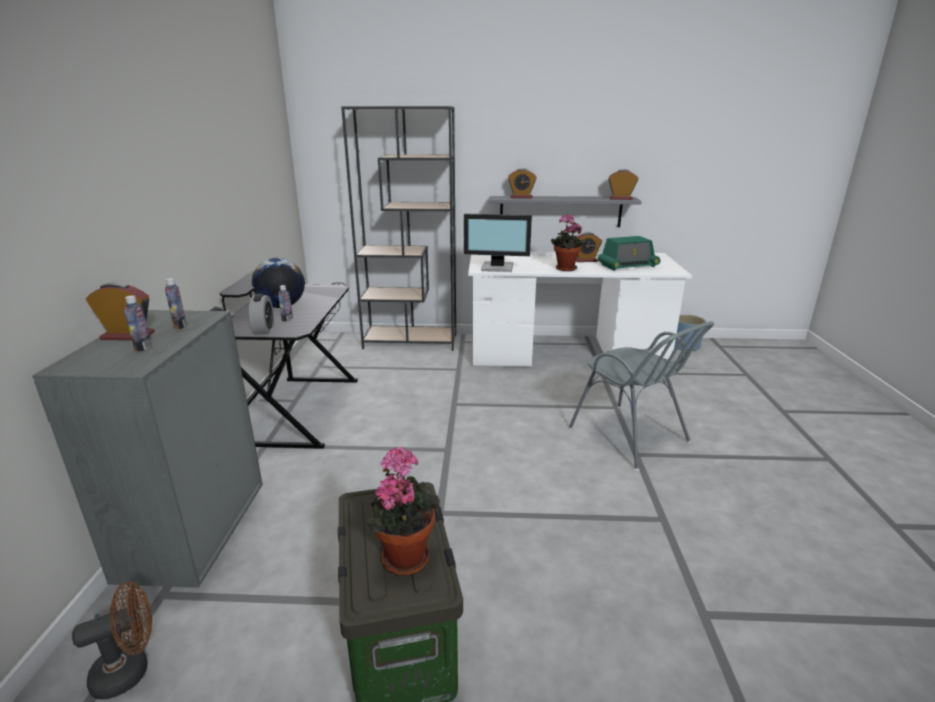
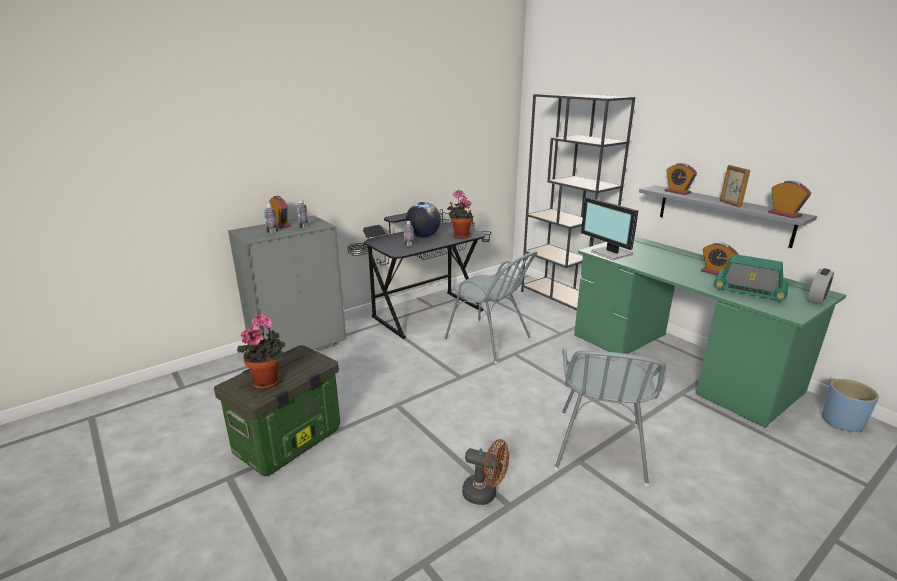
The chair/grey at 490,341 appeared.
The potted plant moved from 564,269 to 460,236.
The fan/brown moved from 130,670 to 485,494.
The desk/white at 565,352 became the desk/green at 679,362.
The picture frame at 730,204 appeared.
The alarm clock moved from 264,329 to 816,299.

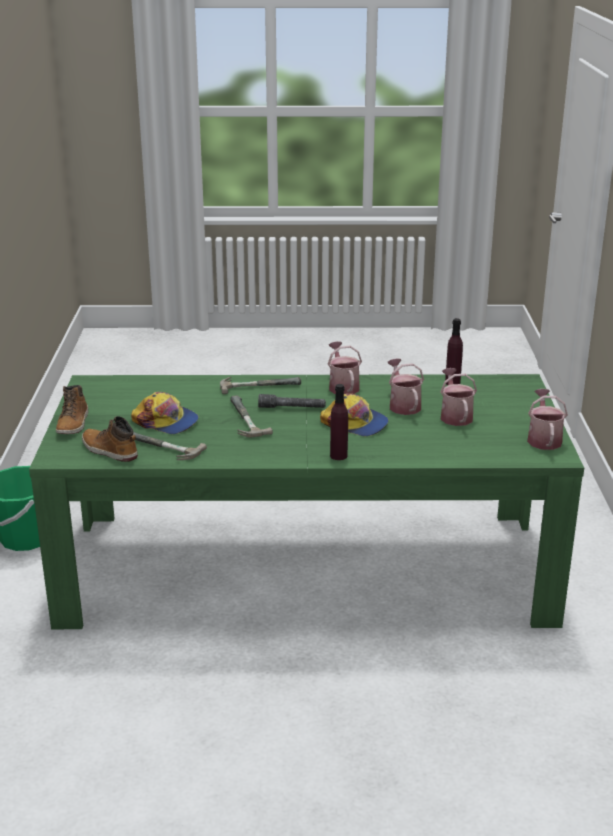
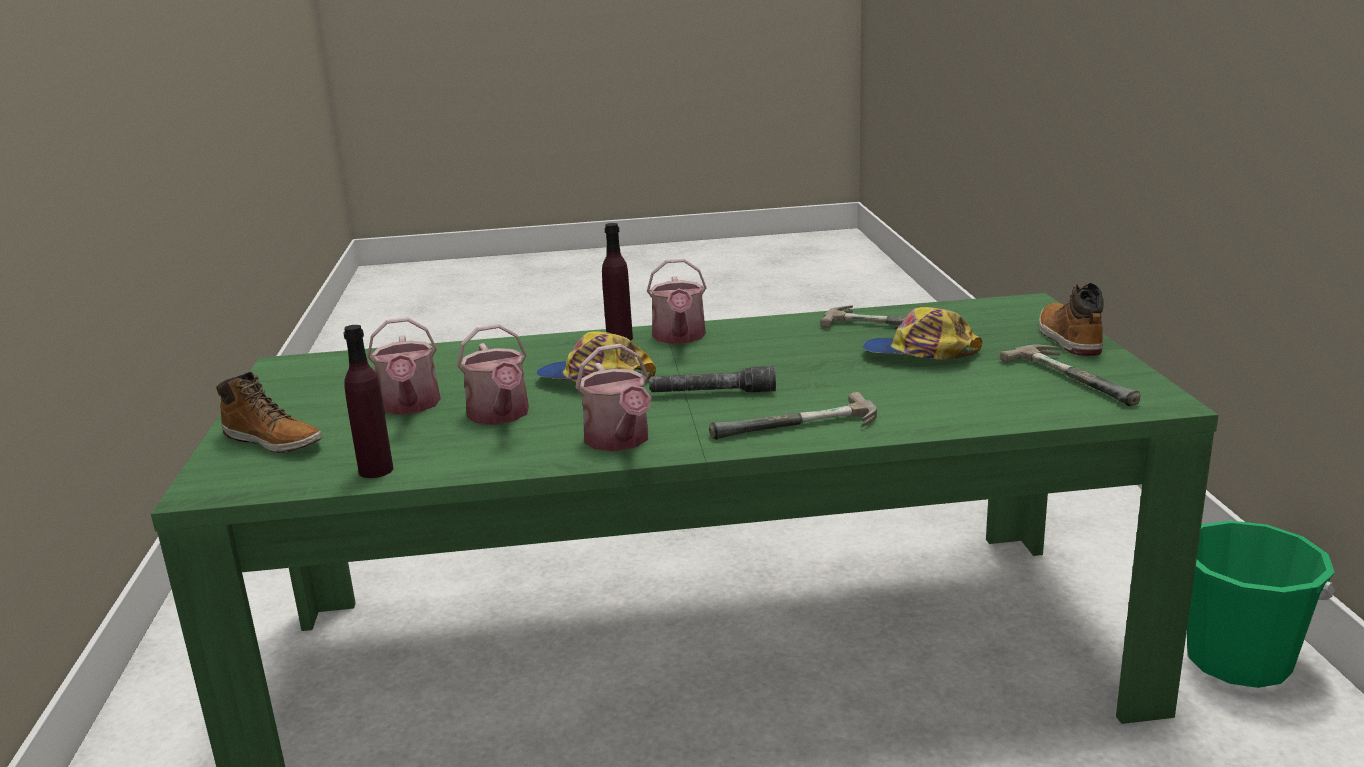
The boot moved from 109,451 to 274,440.
The watering can moved from 543,439 to 679,338.
The hammer moved from 241,420 to 1079,377.

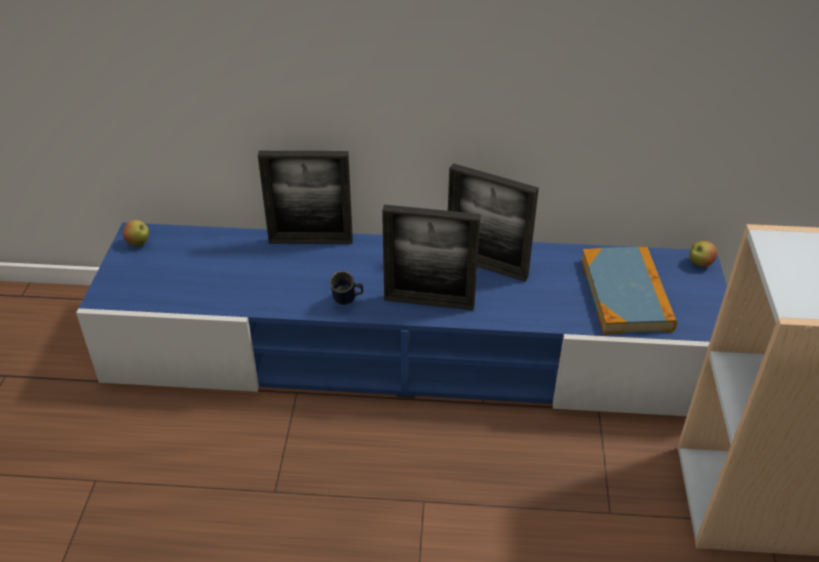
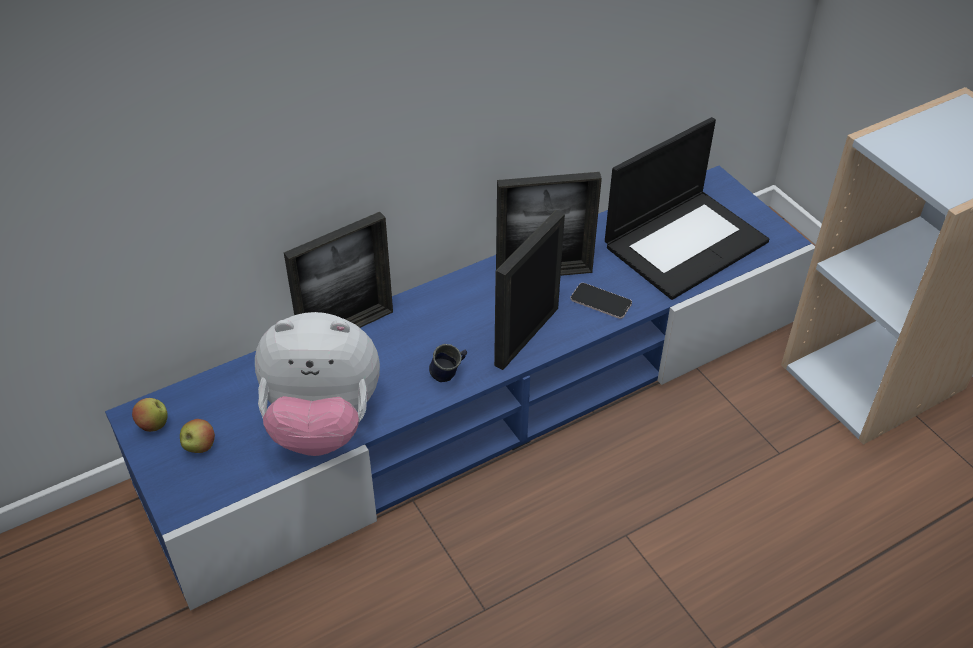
The apple moved from 699,263 to 199,447.
The plush toy at 322,423 appeared.
The picture frame at 429,302 turned 150 degrees clockwise.
The phone at 601,301 appeared.
The book at 626,294 was replaced by the laptop at 685,242.

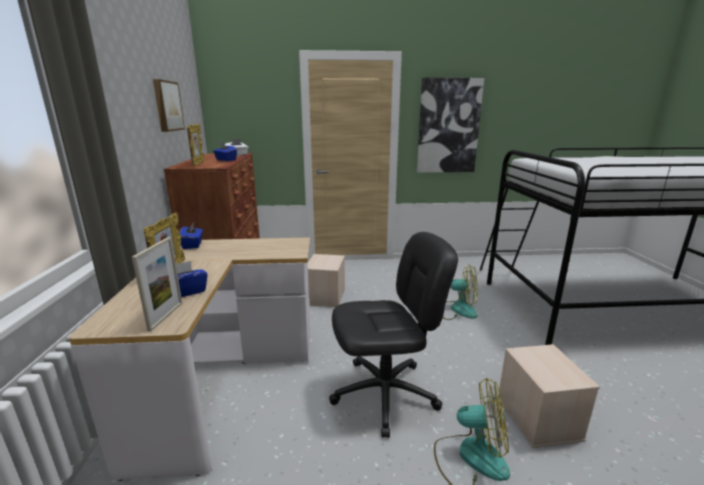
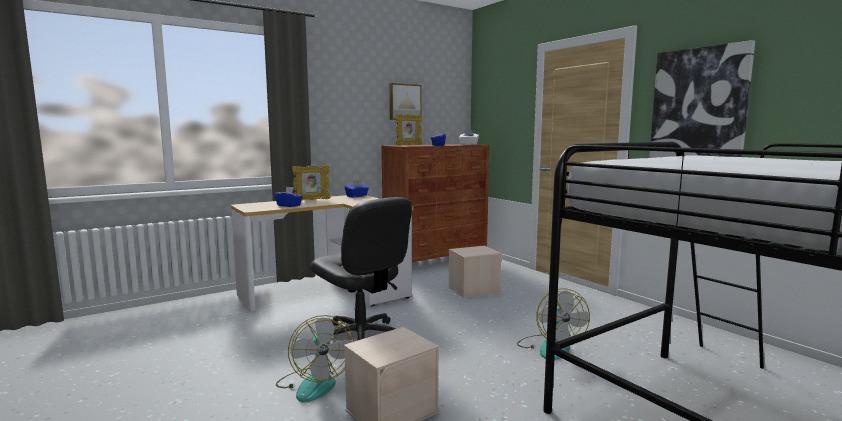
The picture frame at 166,316 disappeared.

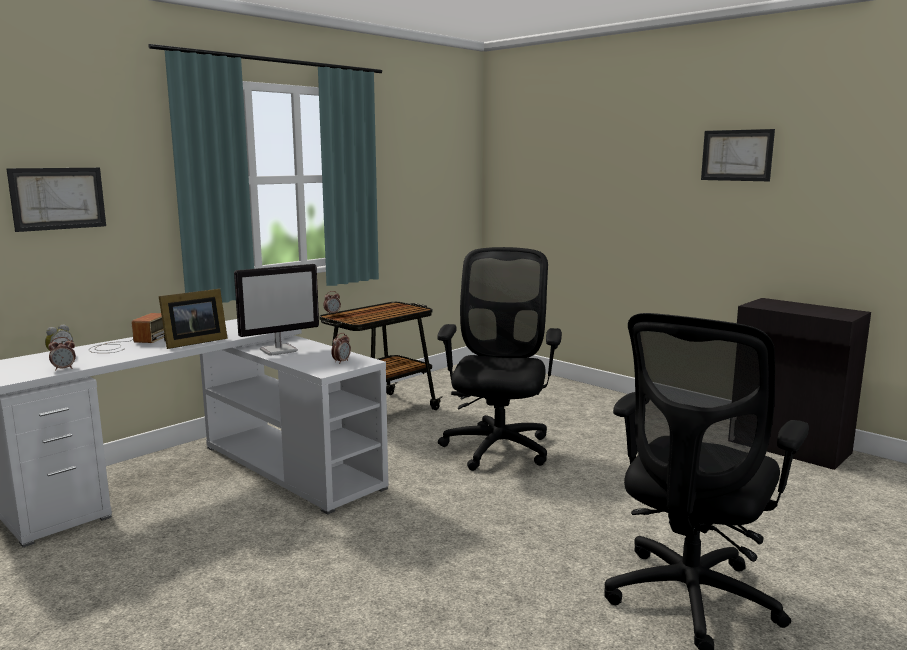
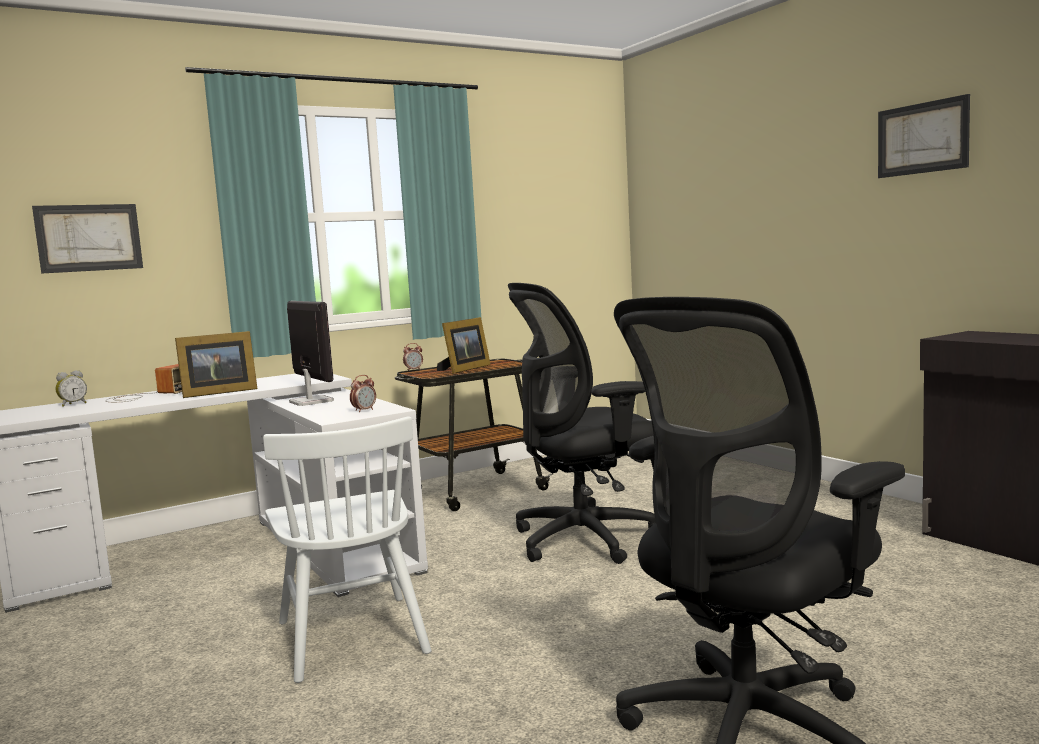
The chair/white at 352,636 appeared.
The monitor at 279,350 turned 105 degrees counterclockwise.
The picture frame at 464,369 appeared.
The office chair/black at 498,451 turned 135 degrees counterclockwise.
The alarm clock at 64,369 disappeared.

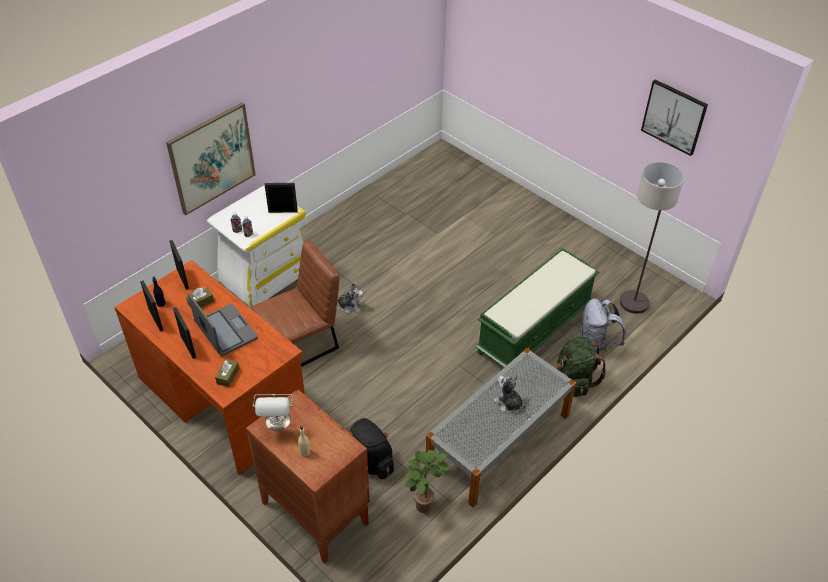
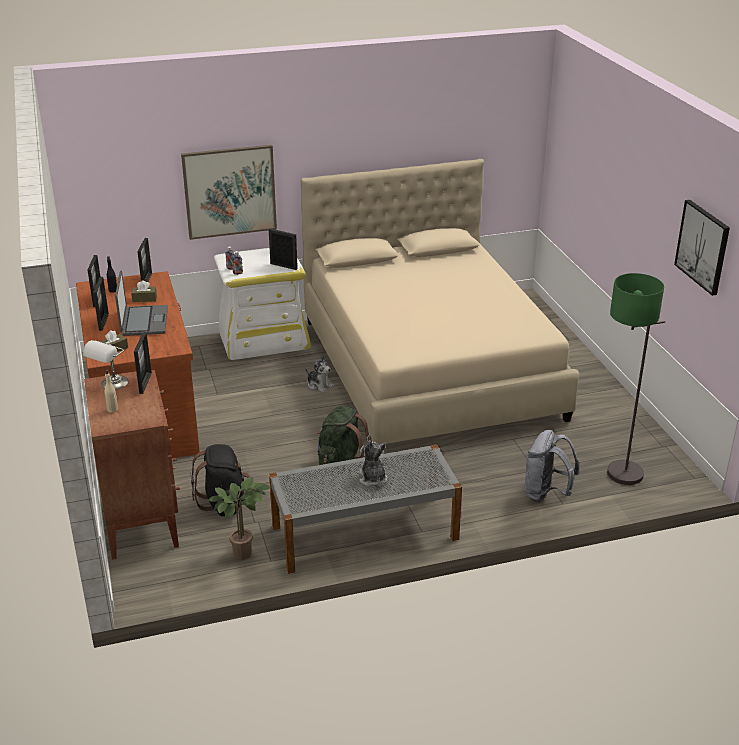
The picture frame at 145,383 appeared.
The bed/beige at 429,368 appeared.
The backpack/green moved from 574,380 to 341,461.
The floor lamp/grey at 629,307 became the floor lamp/green at 615,476.
The chair/brown at 301,344 disappeared.
The bench/green at 534,328 disappeared.

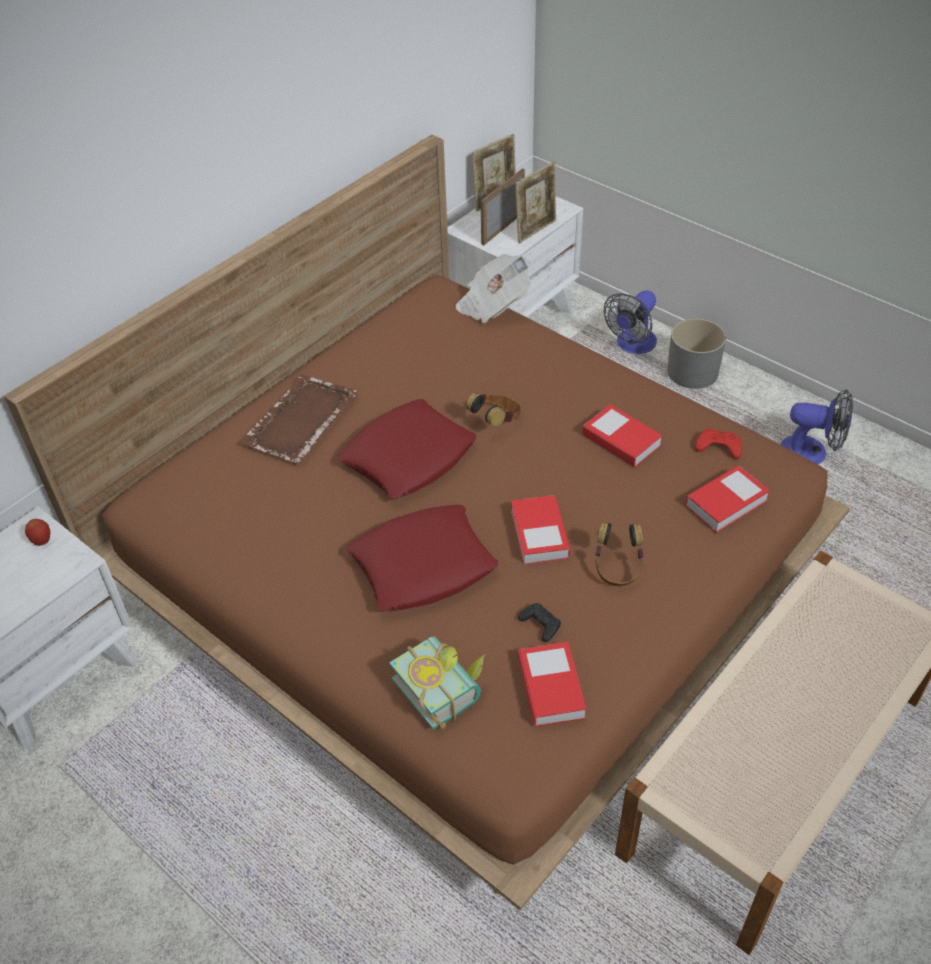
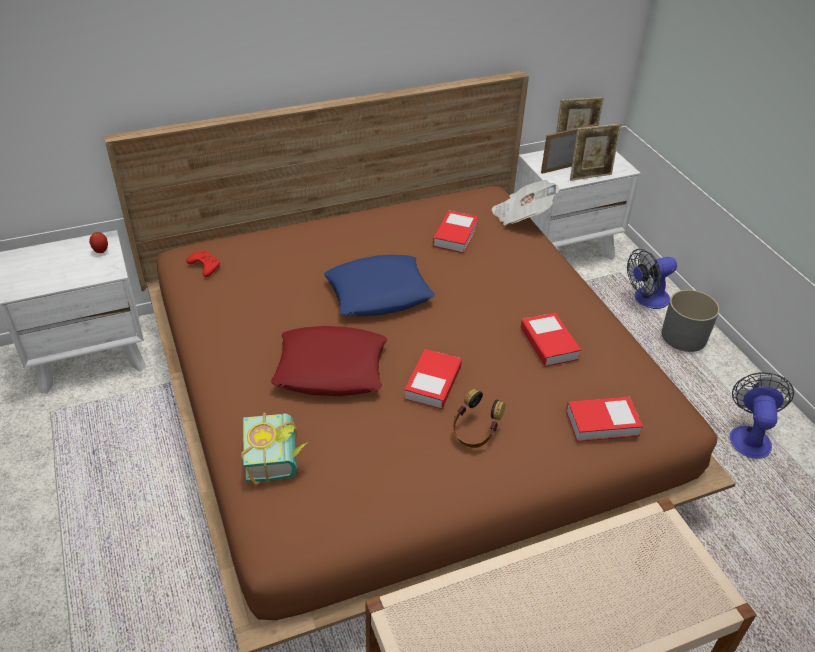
The game controller/red moved from 718,446 to 205,266.
The pillow/red at 408,457 became the pillow/blue at 379,293.
The book moved from 551,688 to 455,235.
The fan at 812,452 turned 120 degrees counterclockwise.
The tray/brown at 300,422 disappeared.
The headphones at 496,421 disappeared.
The game controller/black at 540,625 disappeared.

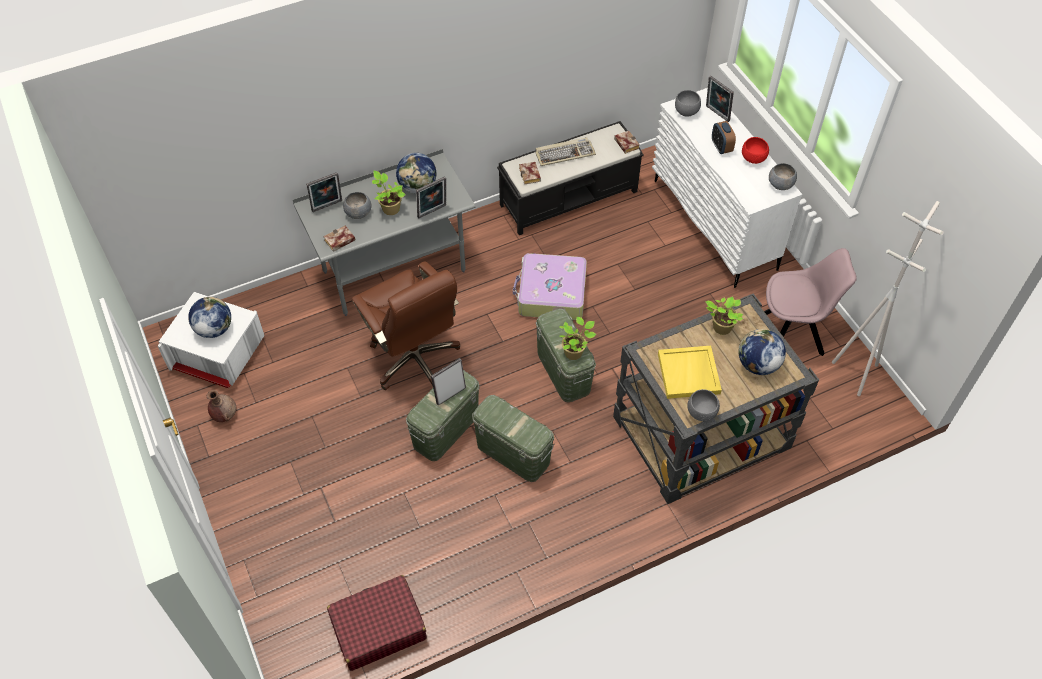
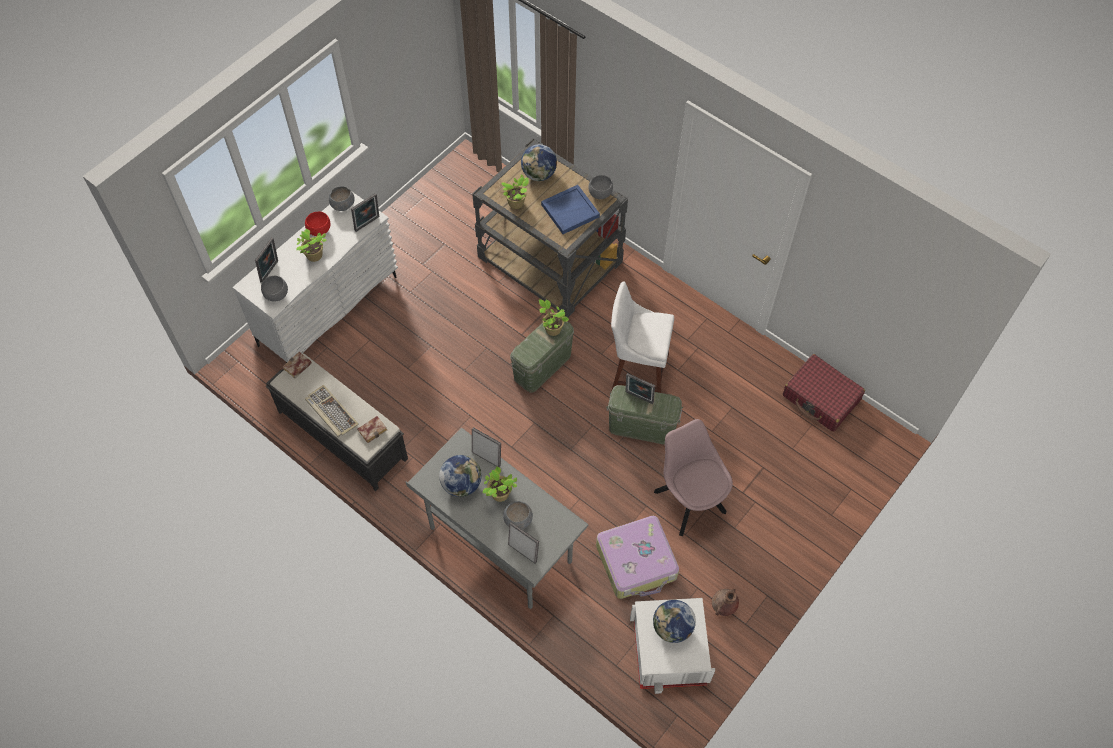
The alarm clock at 721,147 was replaced by the potted plant at 314,256.
The picture frame at 368,224 appeared.
The tray/yellow at 689,374 became the tray/blue at 570,210.
The suitcase moved from 551,294 to 637,562.
The storage box/green at 513,453 was replaced by the chair/white at 636,371.
The chair/pink moved from 791,335 to 689,501.
The book at 339,241 disappeared.
The office chair/brown at 413,357 disappeared.
The clothes rack/grey at 856,374 disappeared.

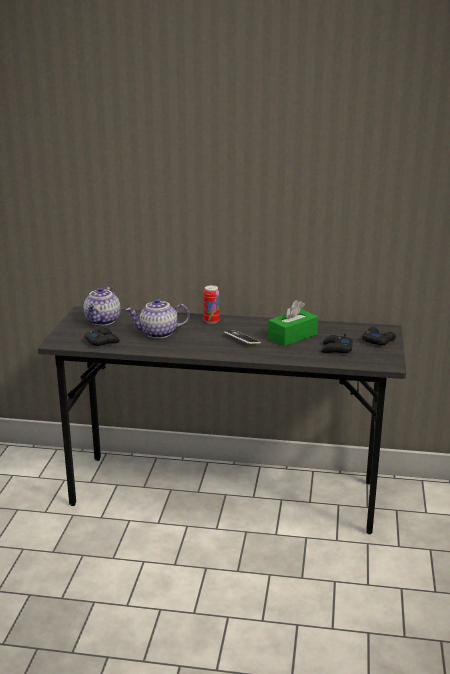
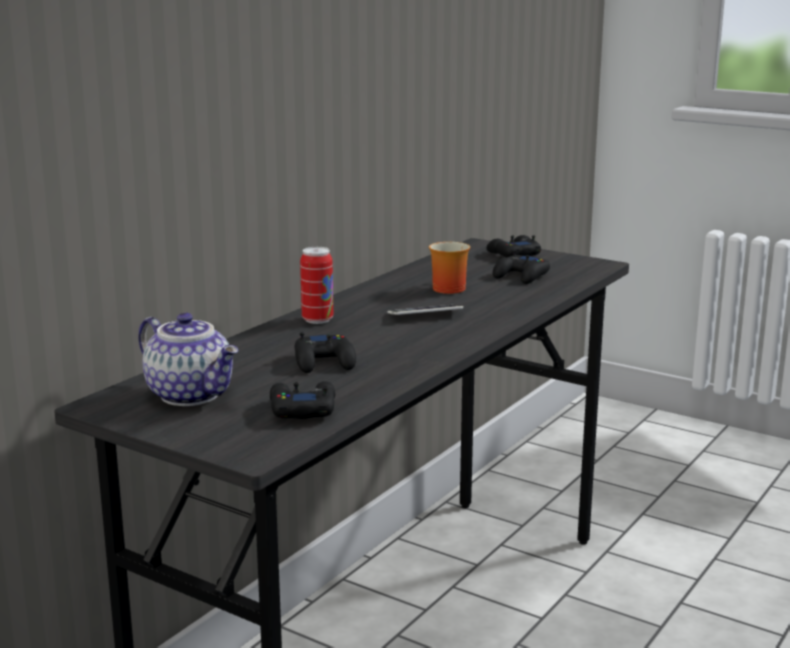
The teapot at 158,334 was replaced by the game controller/black at 324,362.
The tissue box/green at 292,336 was replaced by the mug at 447,287.

